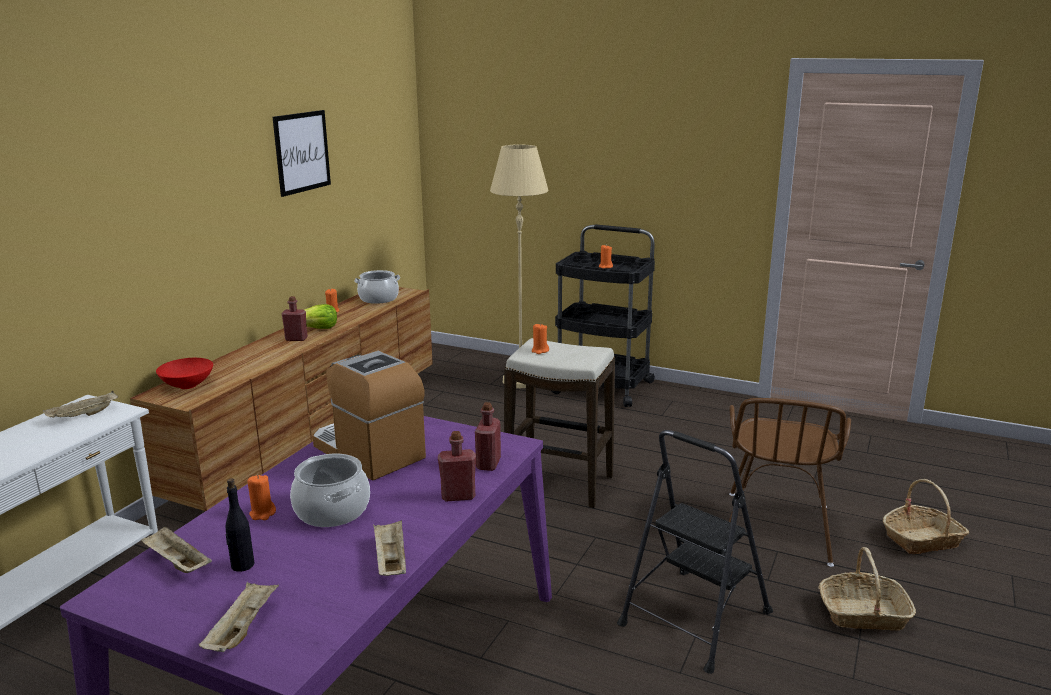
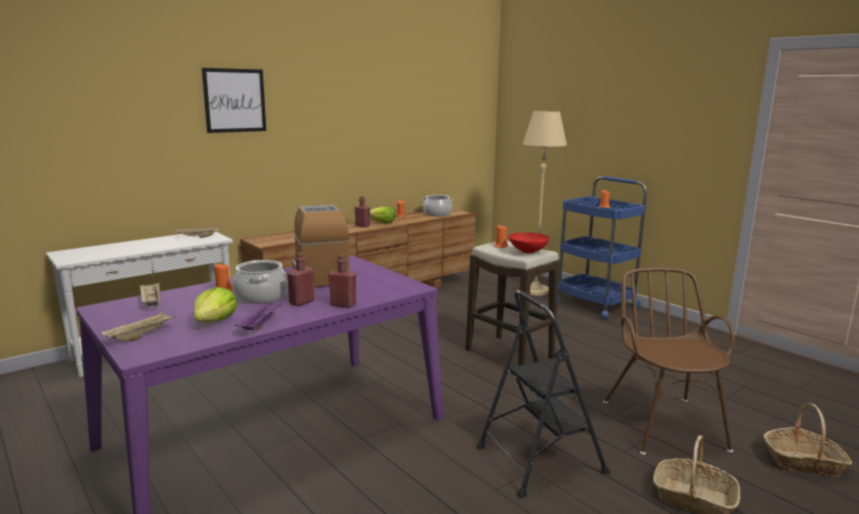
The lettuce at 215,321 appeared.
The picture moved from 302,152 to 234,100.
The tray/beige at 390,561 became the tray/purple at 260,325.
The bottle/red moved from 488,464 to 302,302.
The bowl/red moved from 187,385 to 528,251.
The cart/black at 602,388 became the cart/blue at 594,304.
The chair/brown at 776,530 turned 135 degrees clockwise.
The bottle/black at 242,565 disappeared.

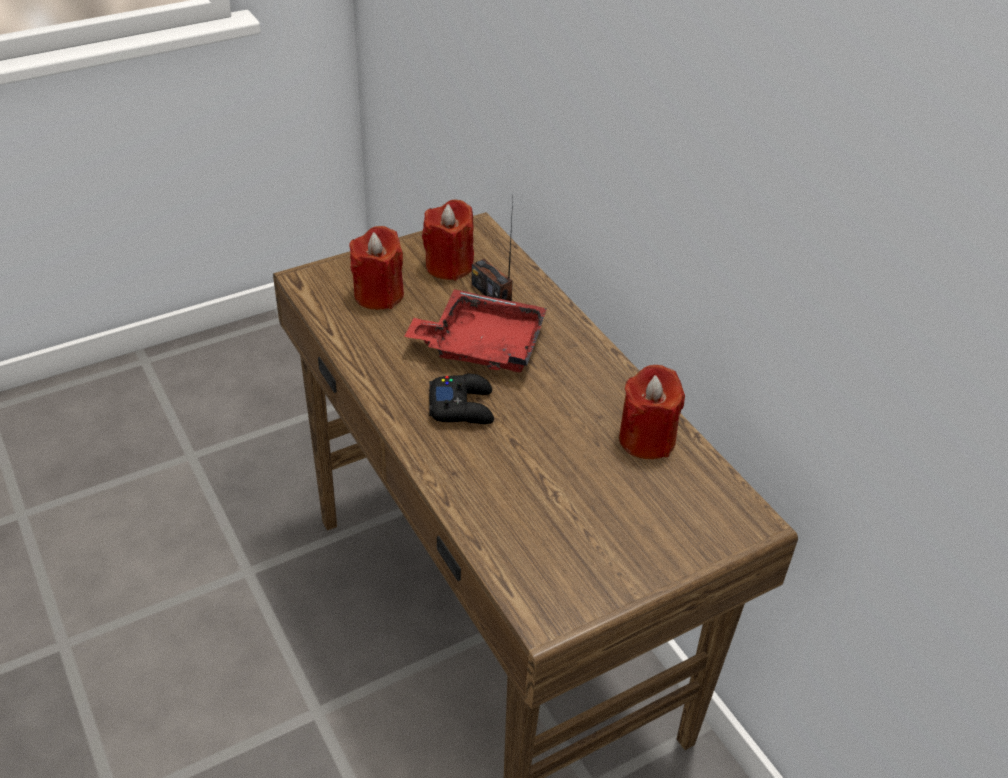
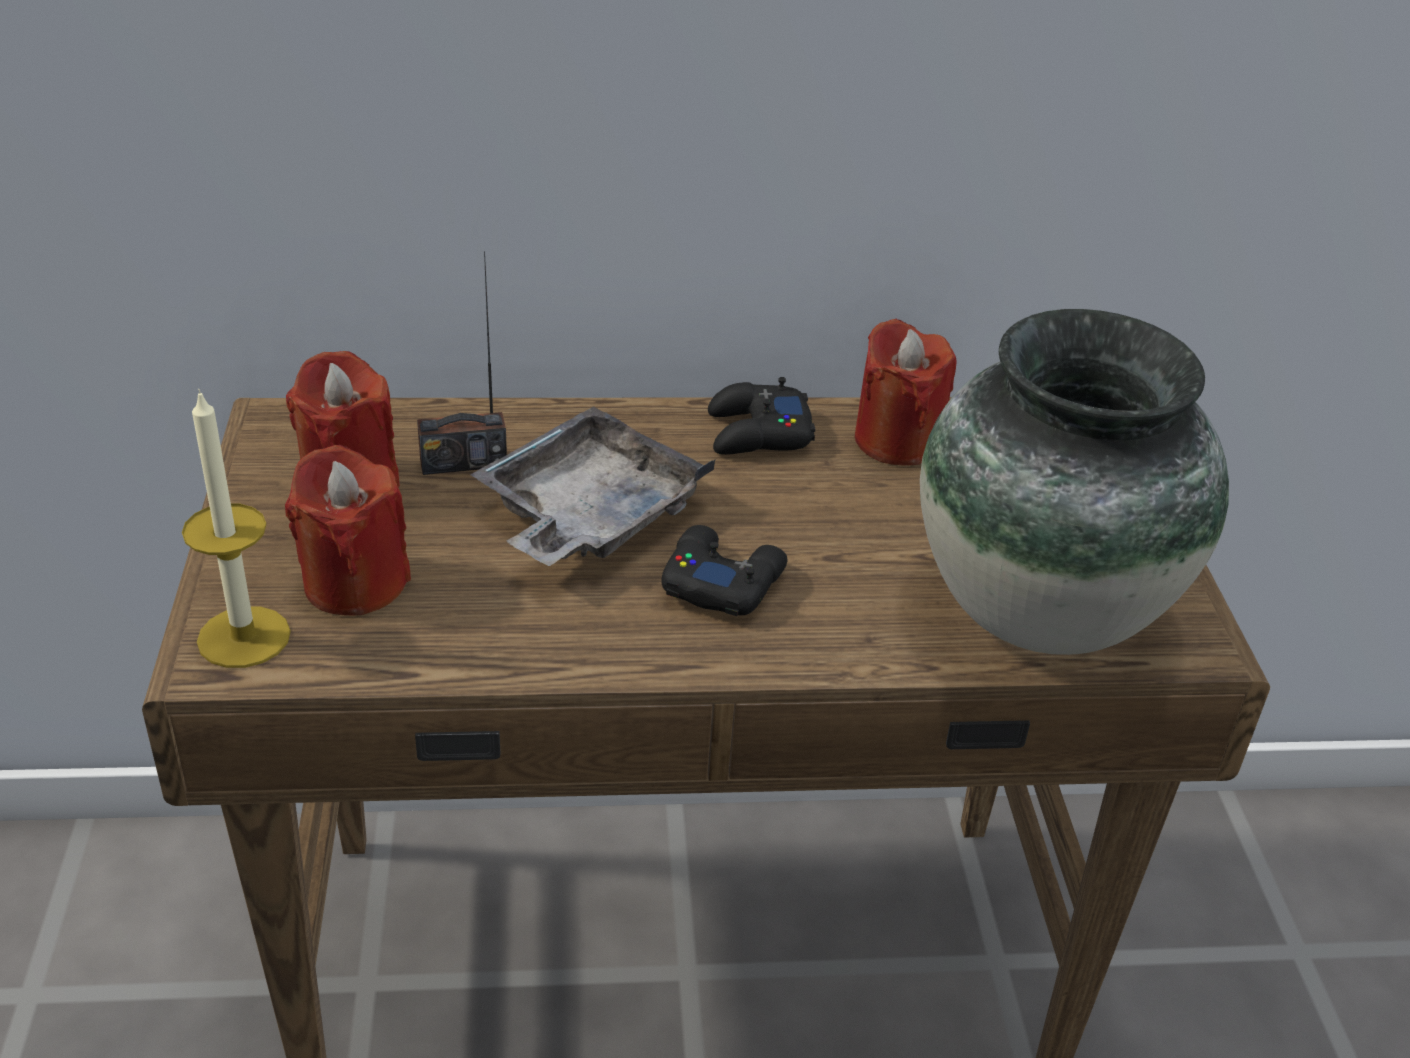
The candle at 244,637 appeared.
The tray/red at 481,345 became the tray/grey at 588,515.
The game controller/black at 757,433 appeared.
The vase at 1040,615 appeared.

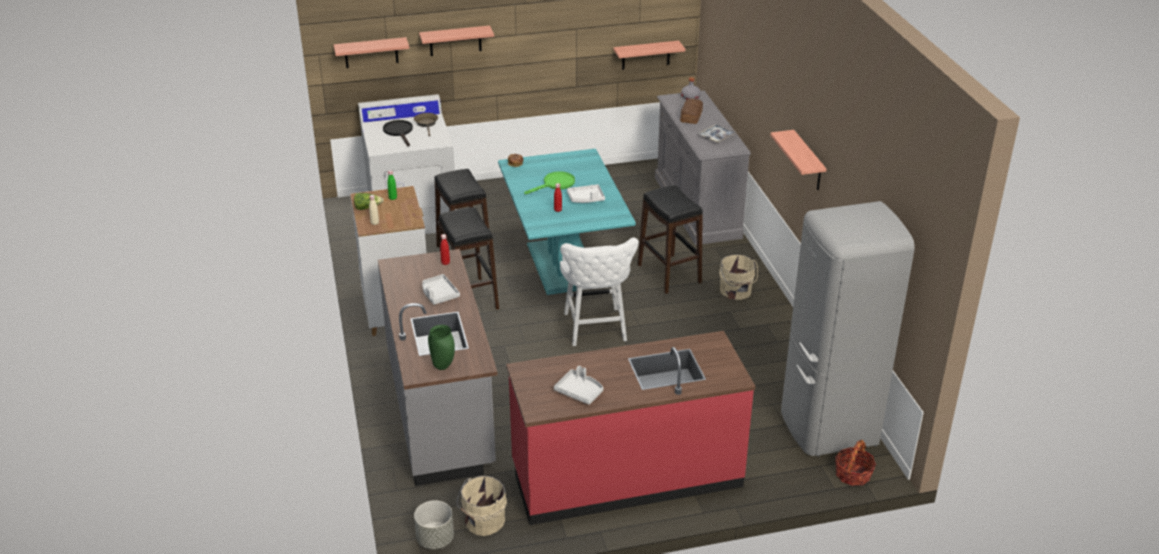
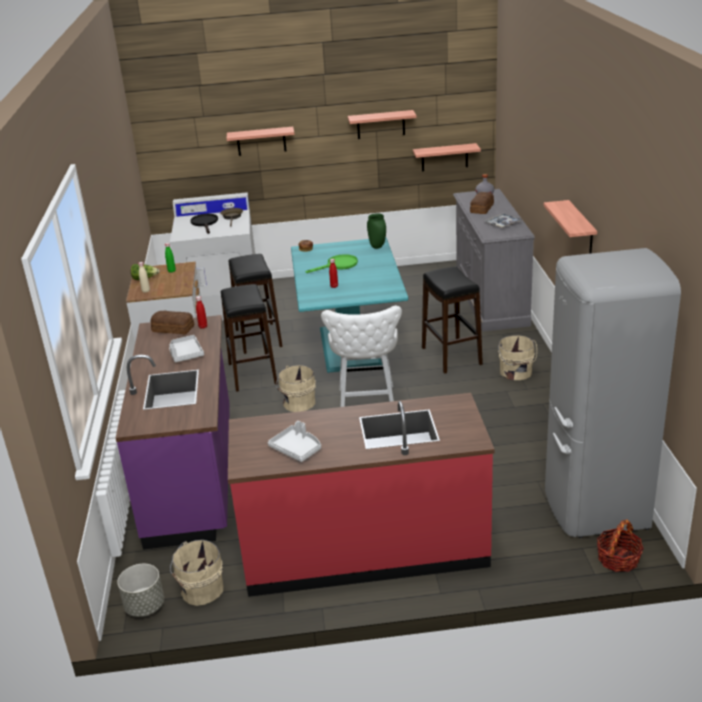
The counter/grey at 441,410 became the counter/purple at 193,475.
The bread at 173,328 appeared.
The bucket/beige at 297,403 appeared.
The shelf moved from 371,53 to 381,124.
The vase/green moved from 443,366 to 378,247.
The tray/white at 586,199 disappeared.

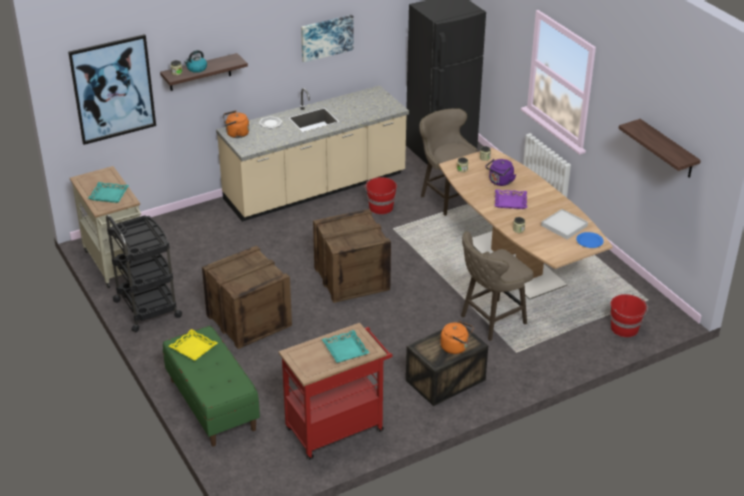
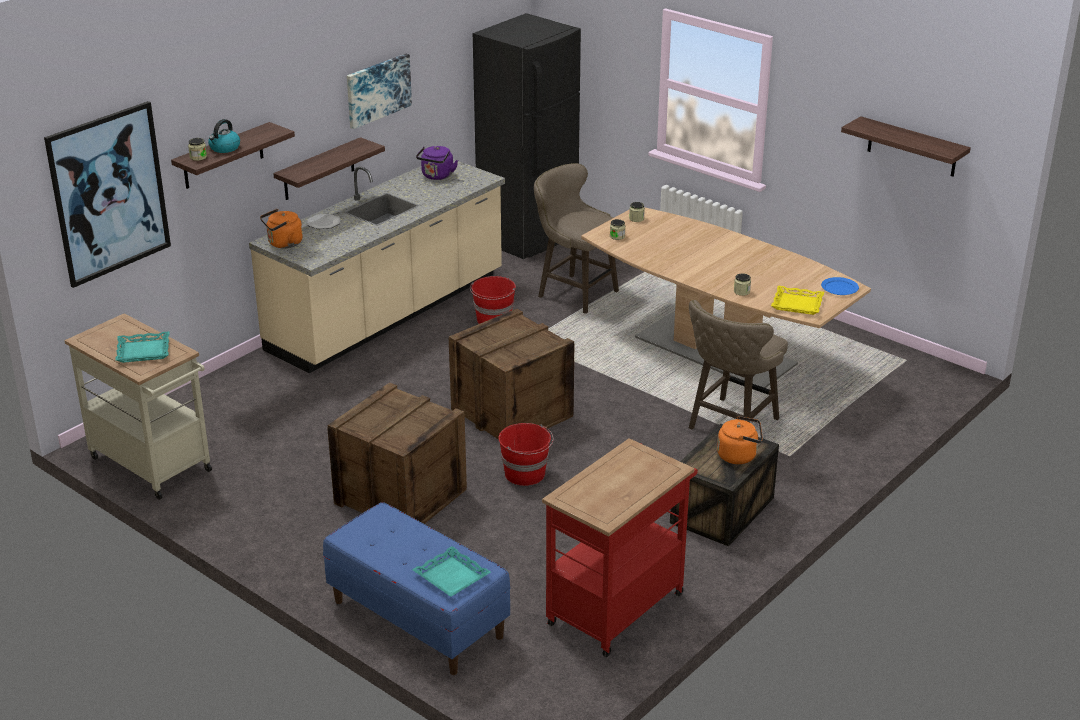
The shelf at 319,169 appeared.
The bench/green at 212,404 became the bench/blue at 417,619.
The tray/turquoise moved from 345,349 to 452,576.
The kettle/purple moved from 500,182 to 437,176.
The bucket/red moved from 625,328 to 525,474.
The tray/yellow moved from 193,348 to 797,304.
The cart/black at 148,309 disappeared.
The tray/purple at 510,202 disappeared.
The tray/white at 564,226 disappeared.

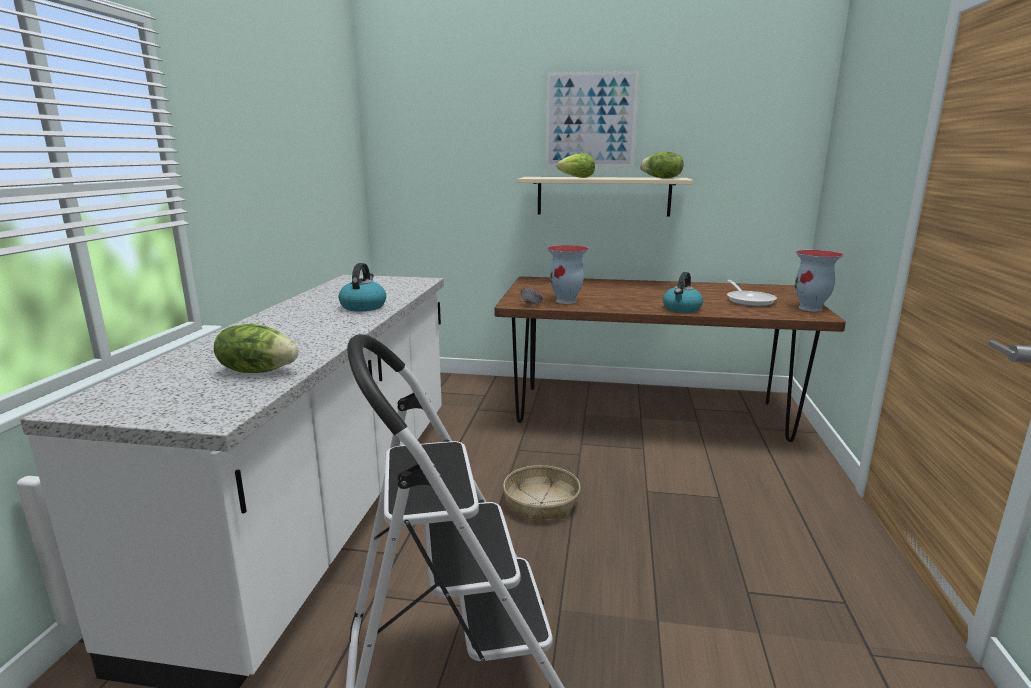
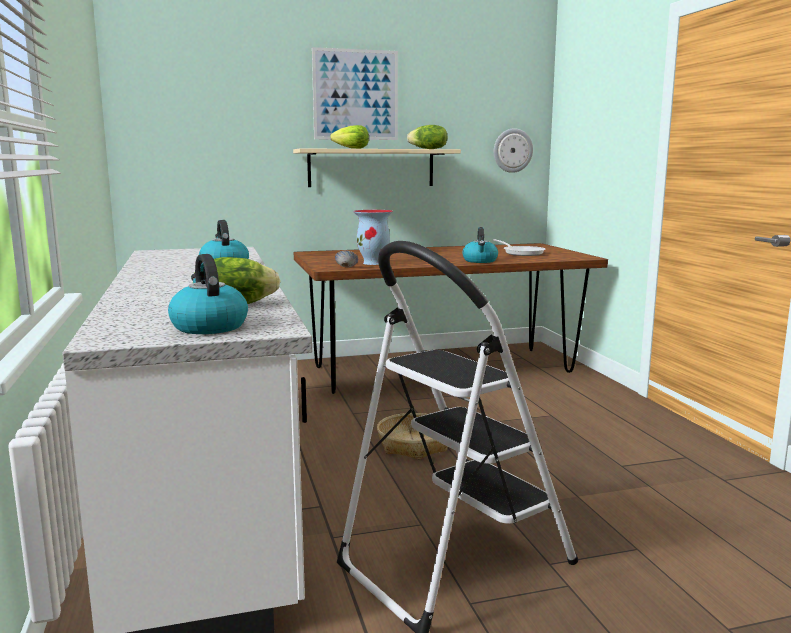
The kettle at 208,326 appeared.
The wall clock at 512,150 appeared.
The vase at 811,308 disappeared.

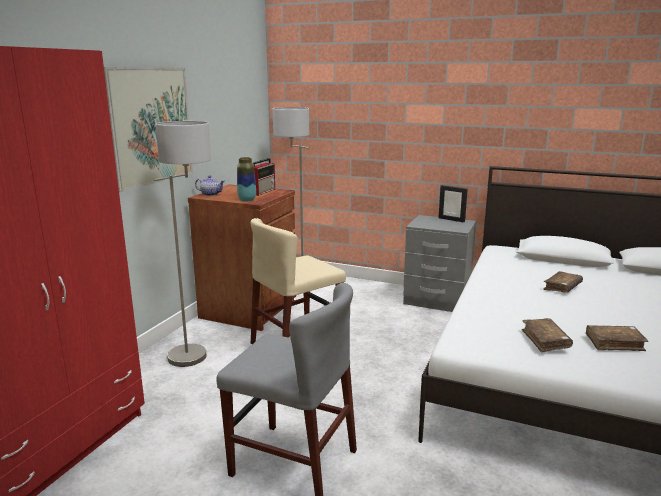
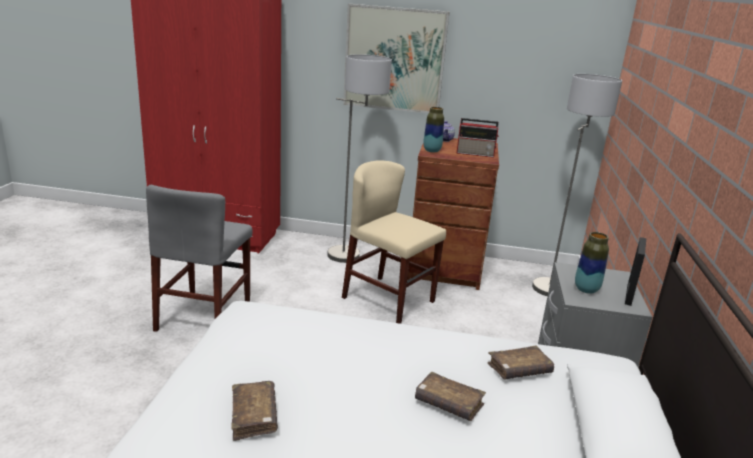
The book/brown moved from 545,340 to 519,370.
The vase at 586,289 appeared.

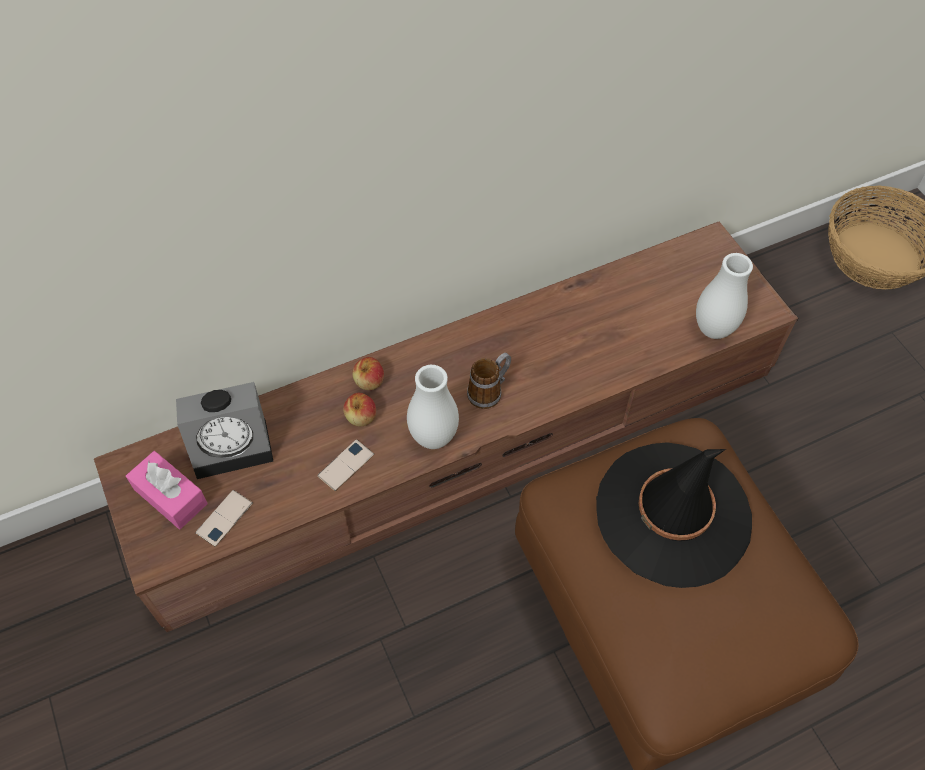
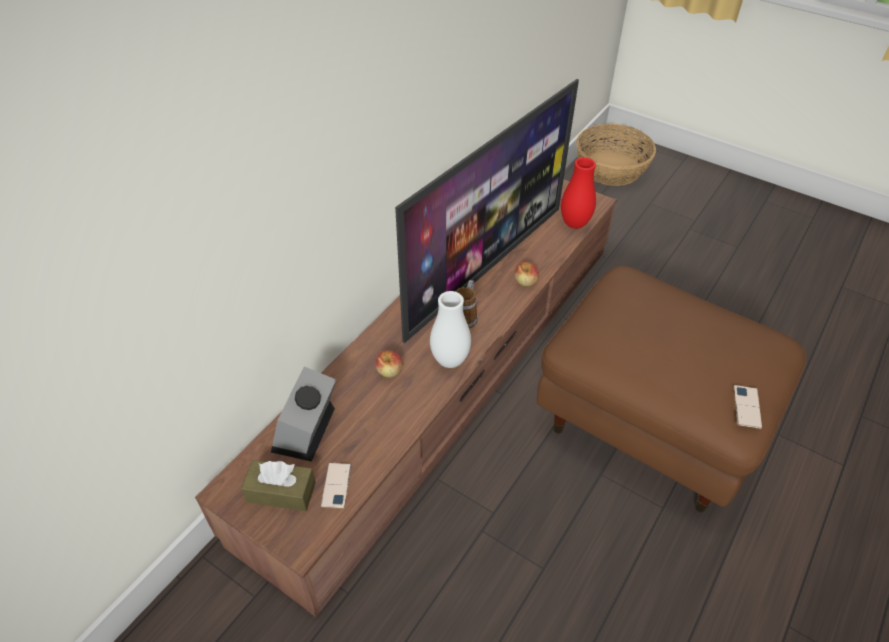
The tissue box/pink at 170,496 became the tissue box/brown at 281,492.
The alarm clock at 234,444 turned 150 degrees clockwise.
The television at 484,268 appeared.
The apple moved from 369,381 to 525,282.
The vase/white at 713,329 became the vase/red at 574,224.
The phone moved from 346,465 to 747,407.
The hat/black at 673,514 disappeared.

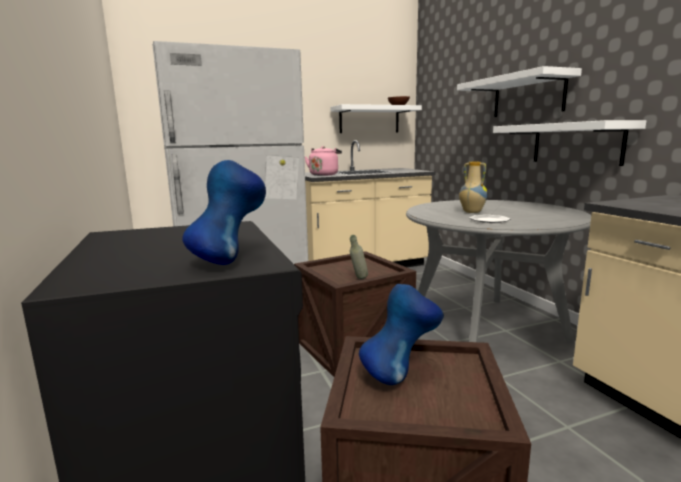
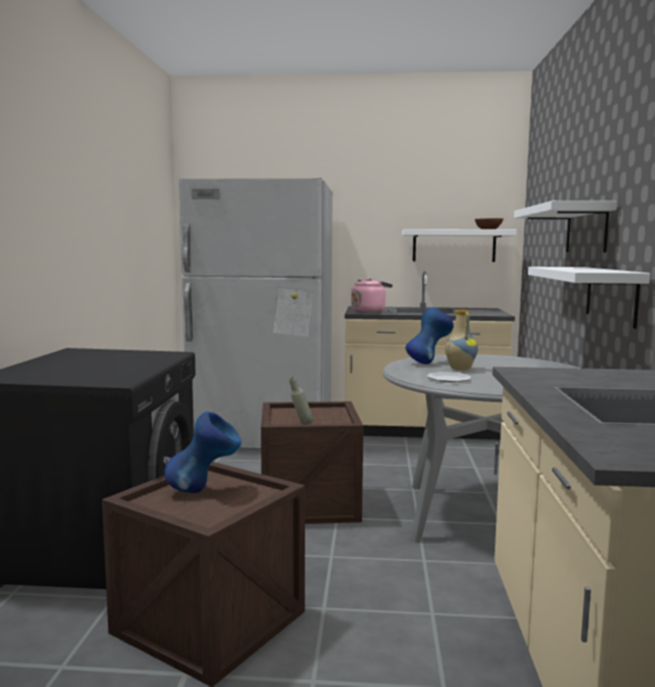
The vase/blue moved from 229,261 to 428,363.

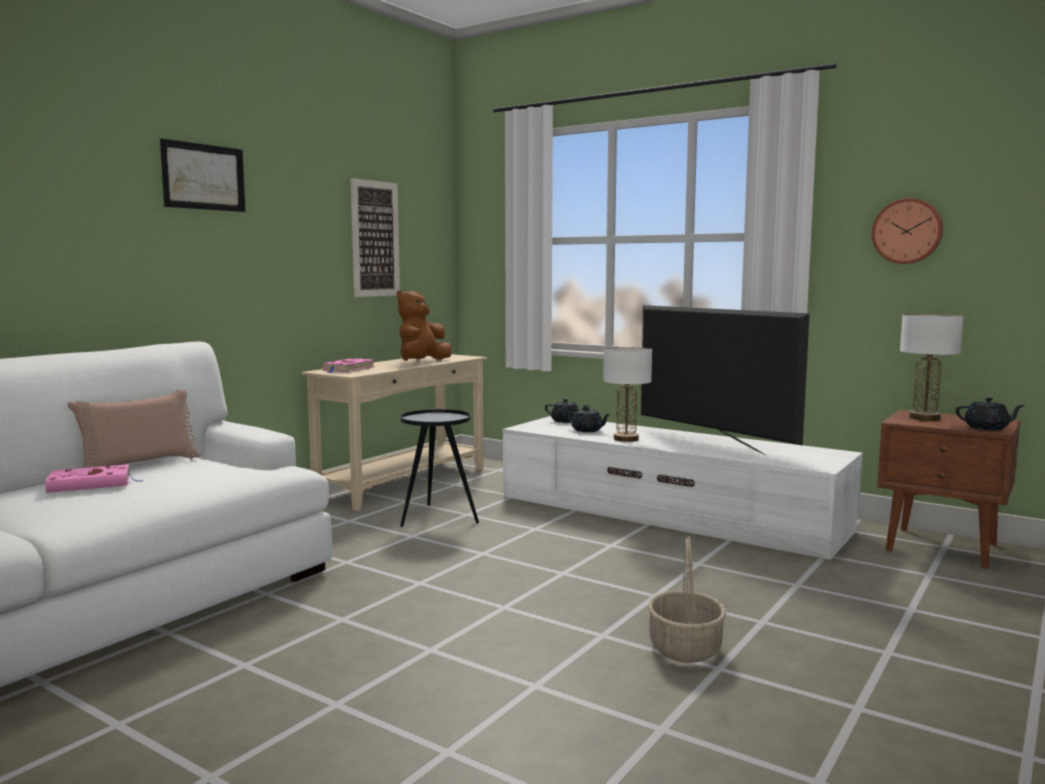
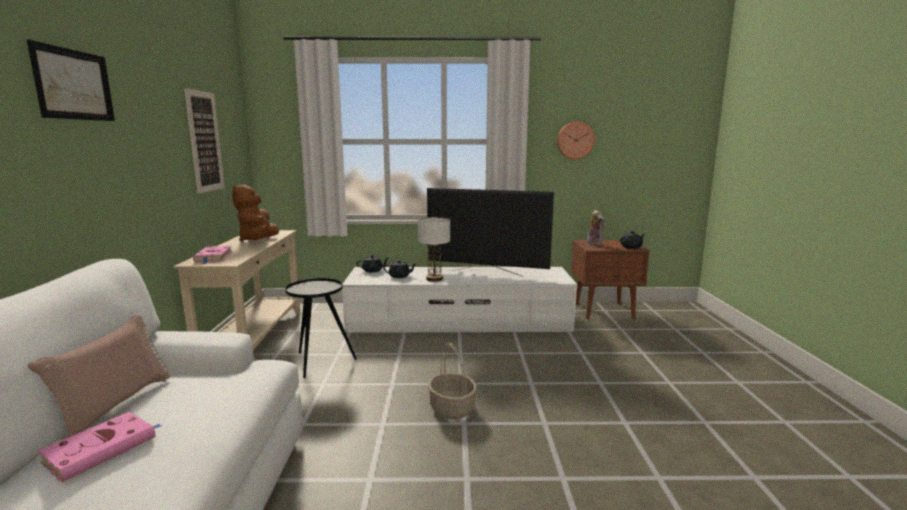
The basket moved from 686,649 to 452,409.
The table lamp at 924,418 was replaced by the plush toy at 595,244.

